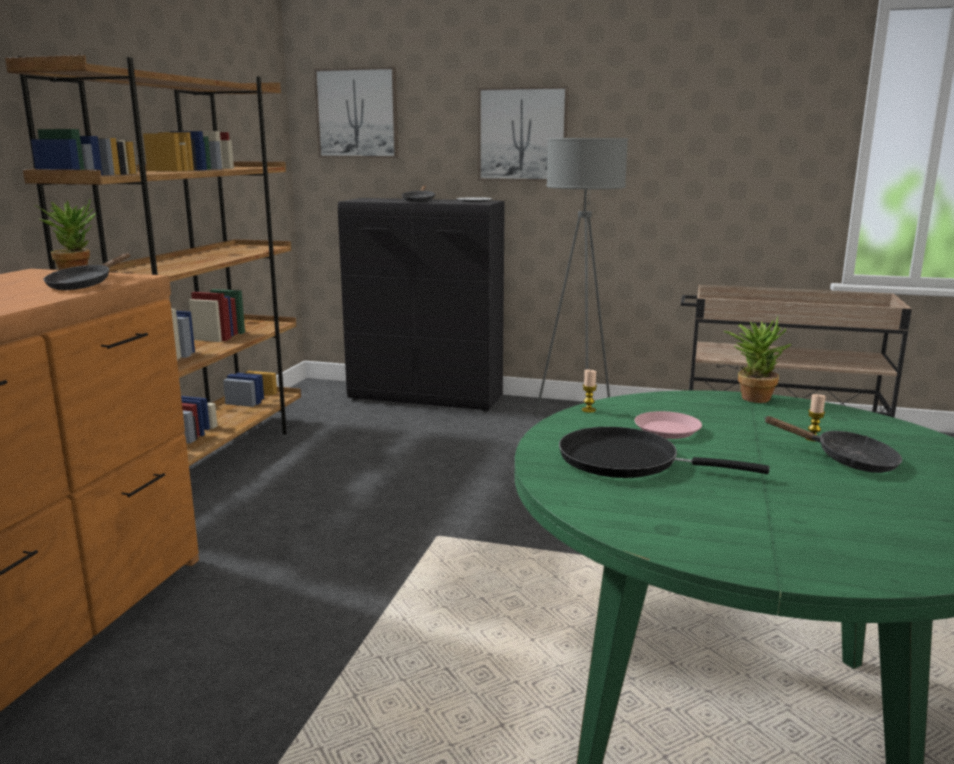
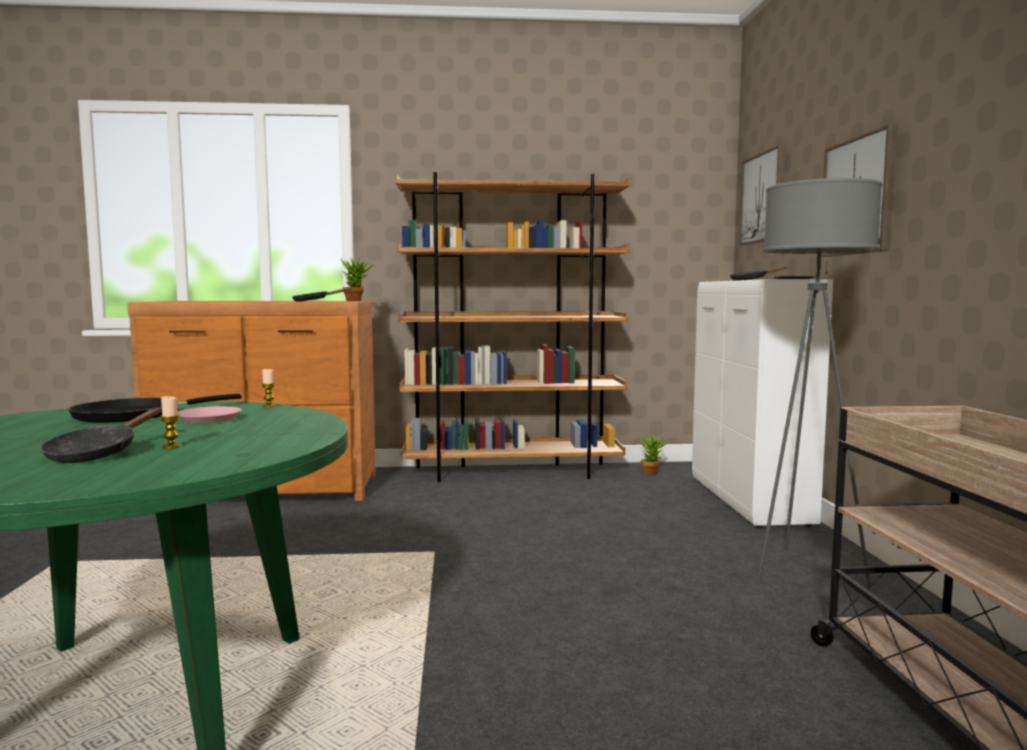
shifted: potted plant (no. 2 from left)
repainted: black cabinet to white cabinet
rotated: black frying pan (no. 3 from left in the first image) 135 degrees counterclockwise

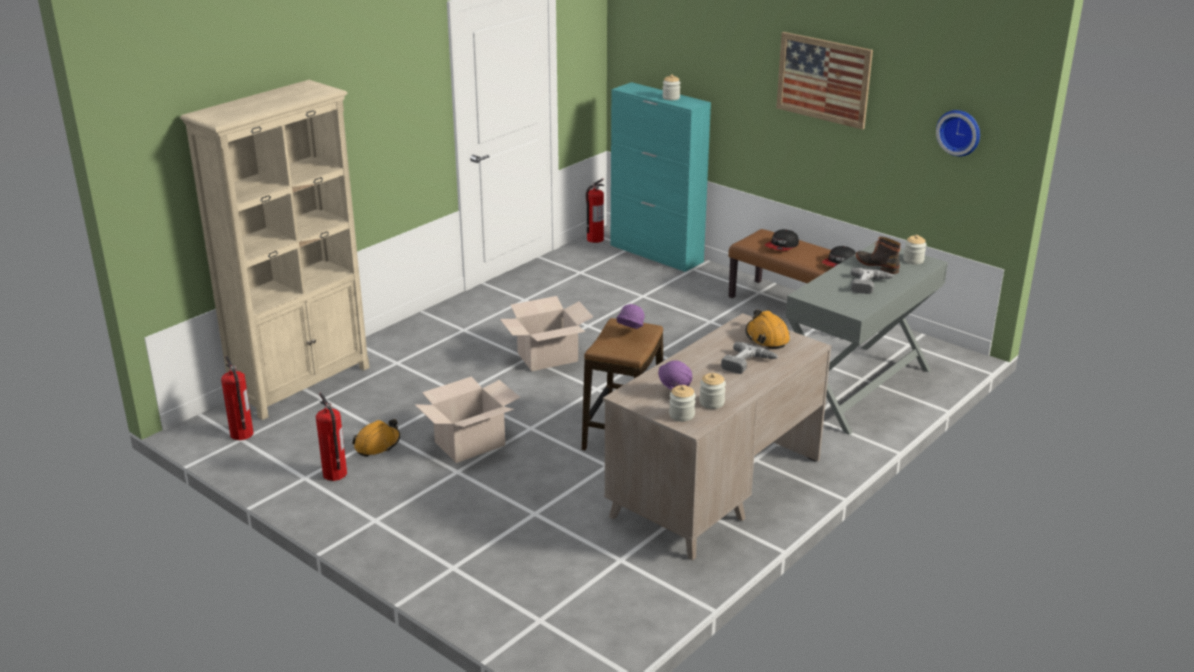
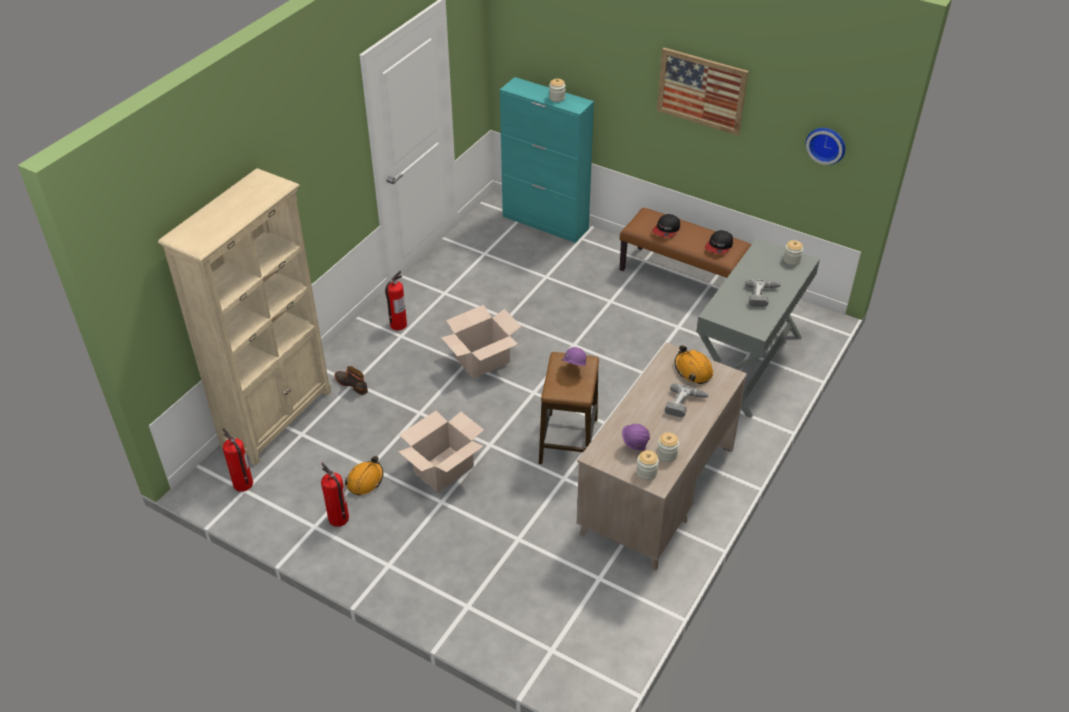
shifted: boot; fire extinguisher (no. 3 from left)

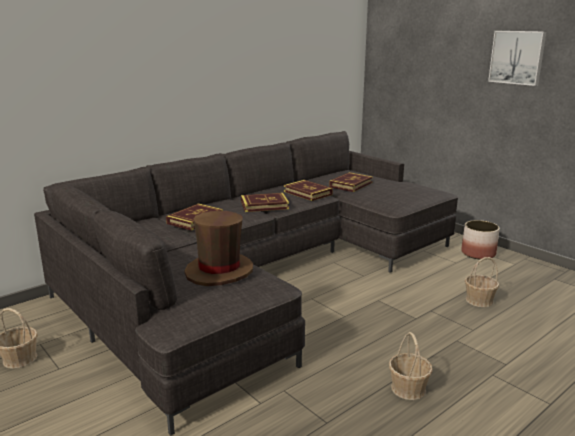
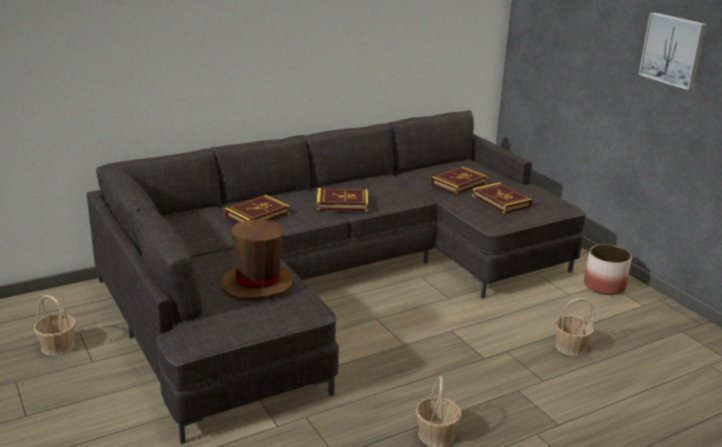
shifted: book (no. 3 from left in the first image) to book (no. 4 from left)

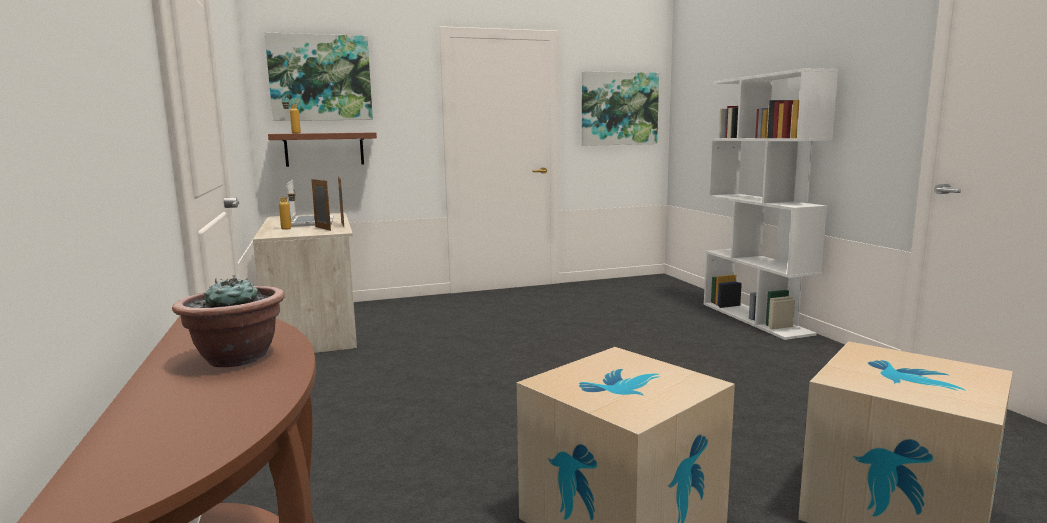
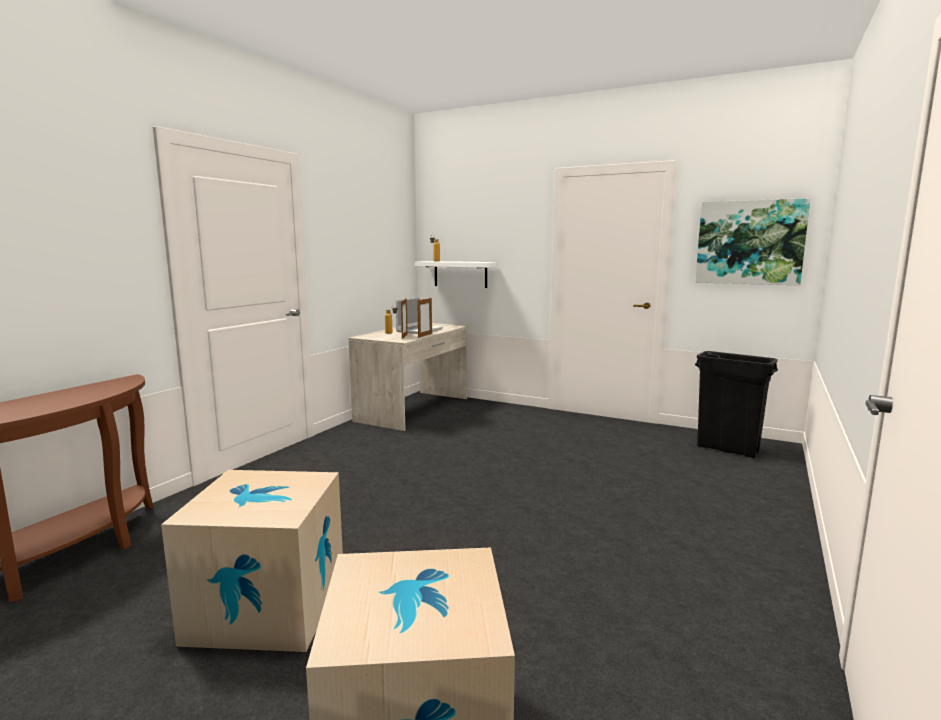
gone: potted plant; picture (no. 1 from left); white bookcase
new: black trash can
repainted: brown shelf to white shelf

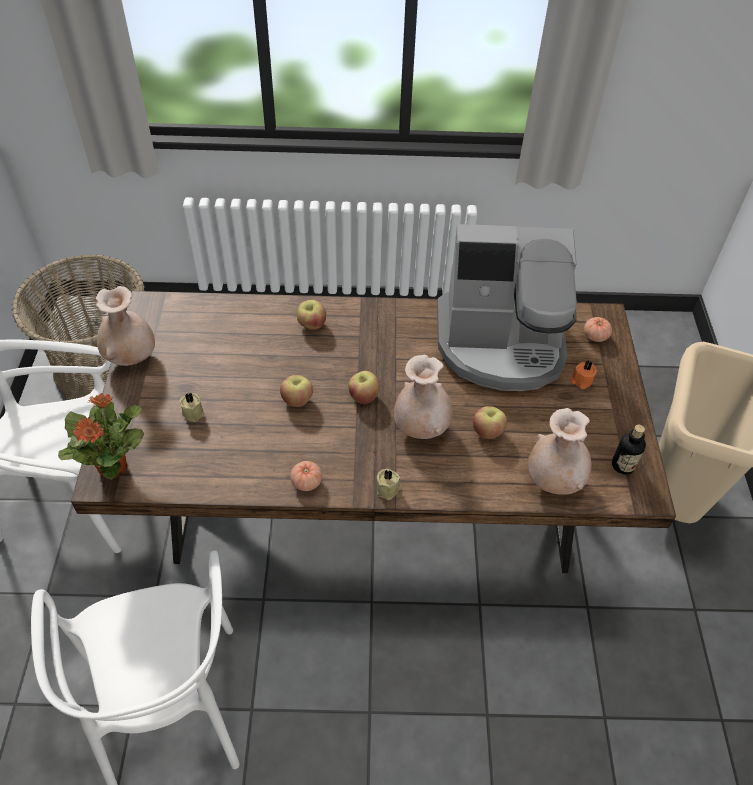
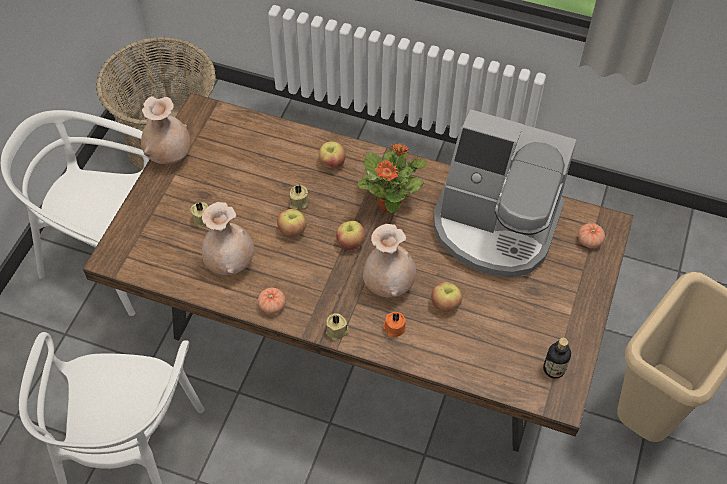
new: beige candle (no. 2 from left)
shifted: beige vase (no. 3 from left in the first image) to beige vase (no. 2 from left); potted plant; orange candle

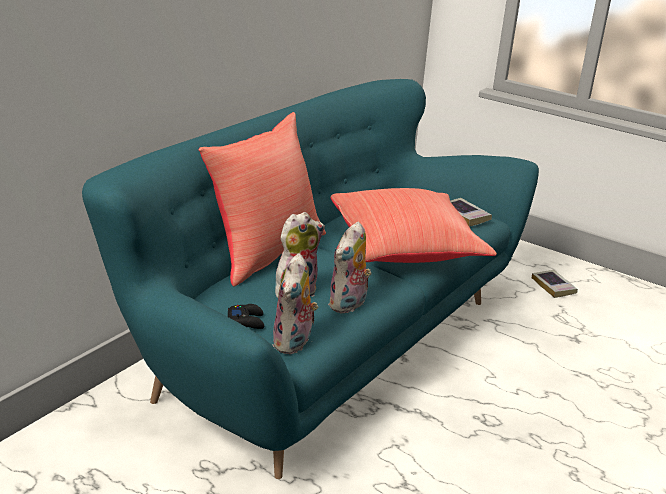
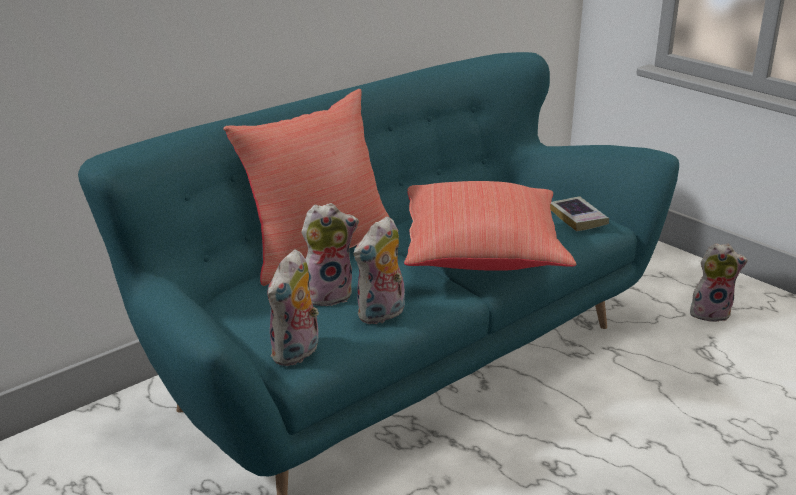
gone: black game controller
swapped: book (no. 2 from left) to plush toy (no. 4 from left)

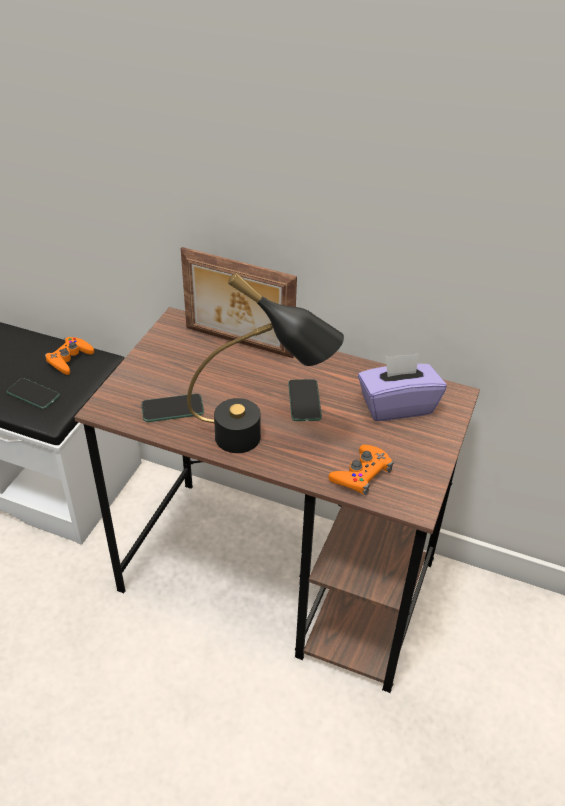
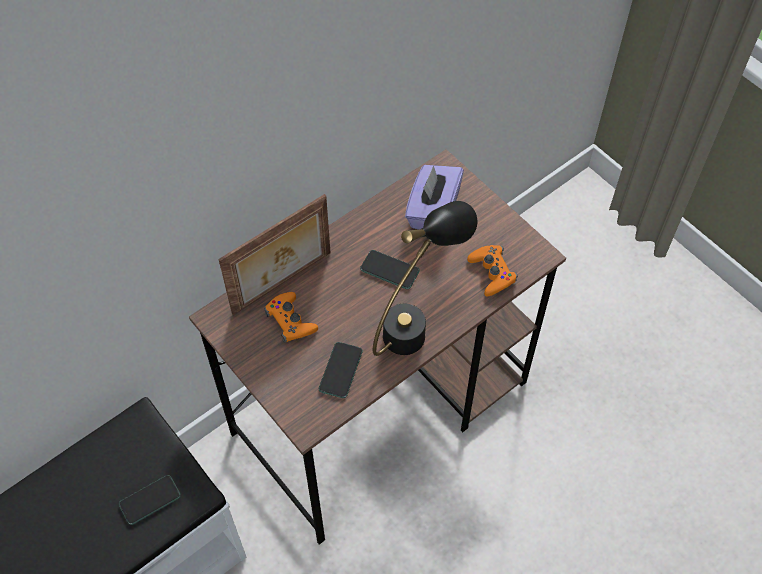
shifted: orange game controller (no. 1 from left)

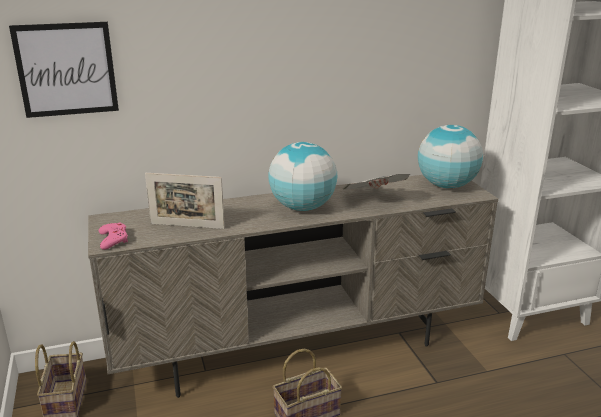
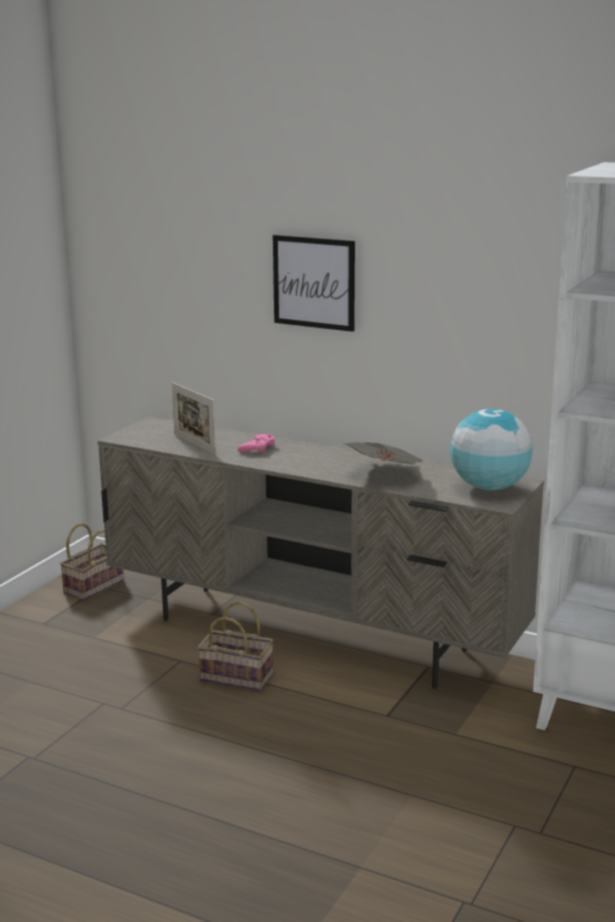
gone: globe (no. 1 from left)
shifted: pink game controller; picture

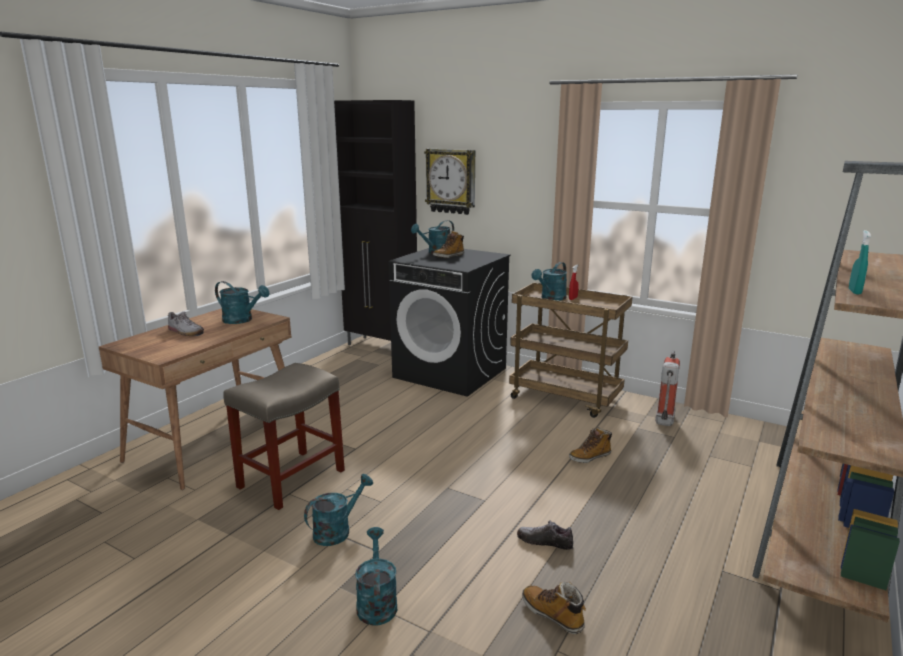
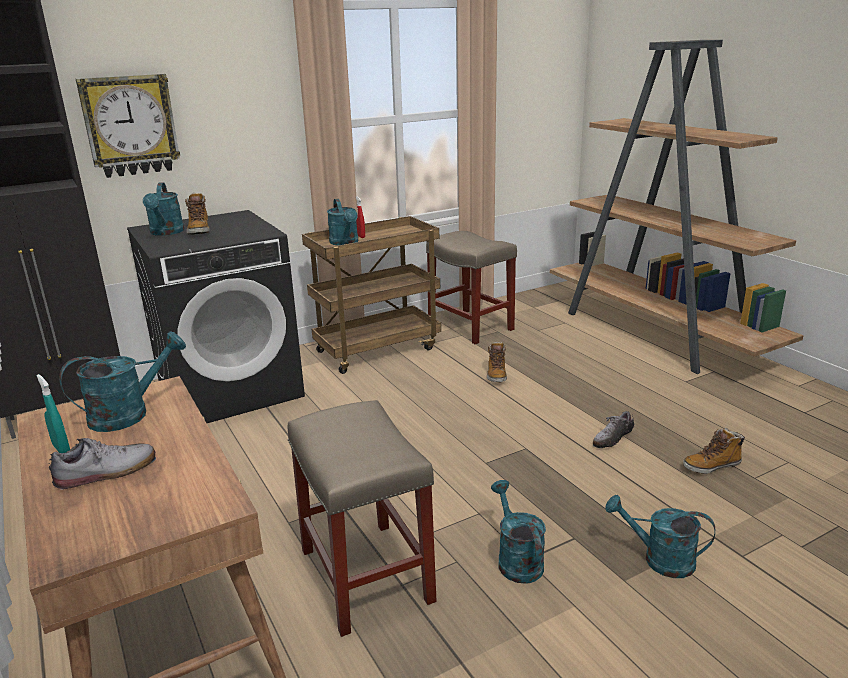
shifted: turquoise spray bottle
swapped: fire extinguisher to beige stool (no. 2 from left)

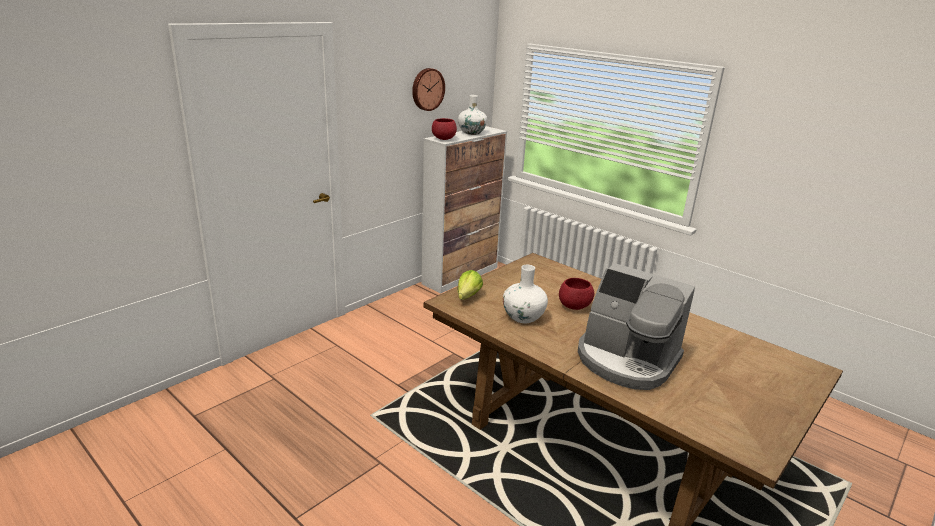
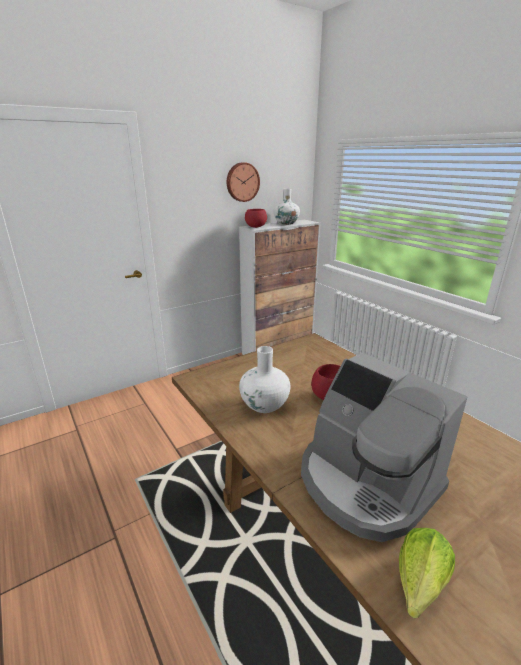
shifted: lettuce

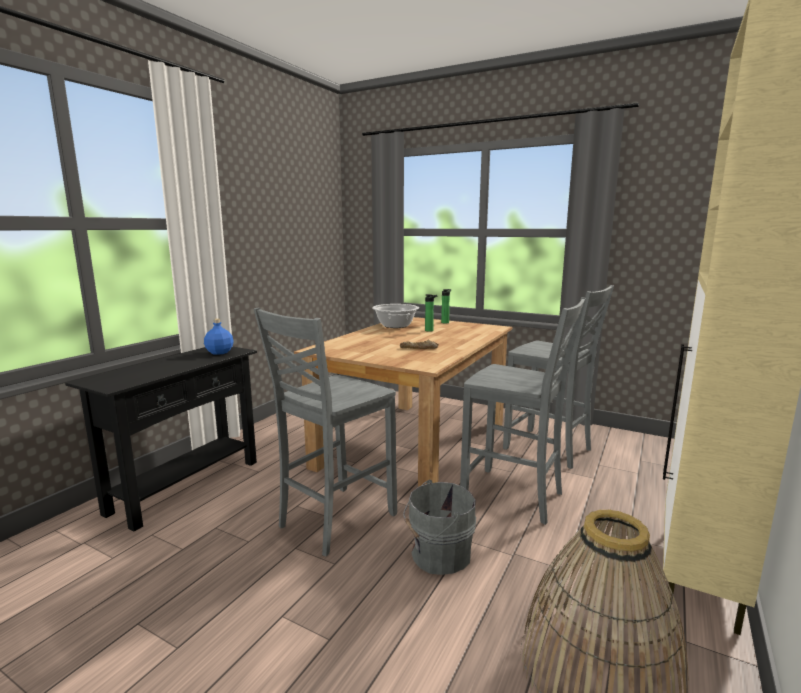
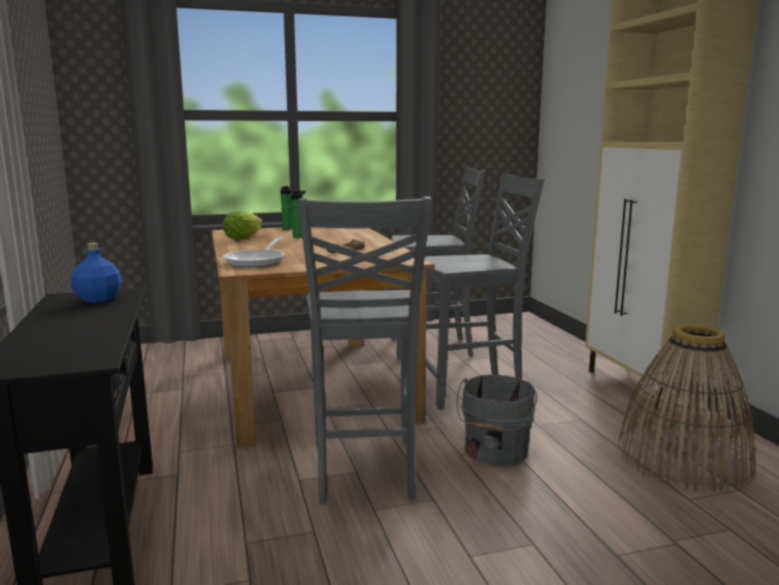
new: frying pan
swapped: cooking pot to lettuce

